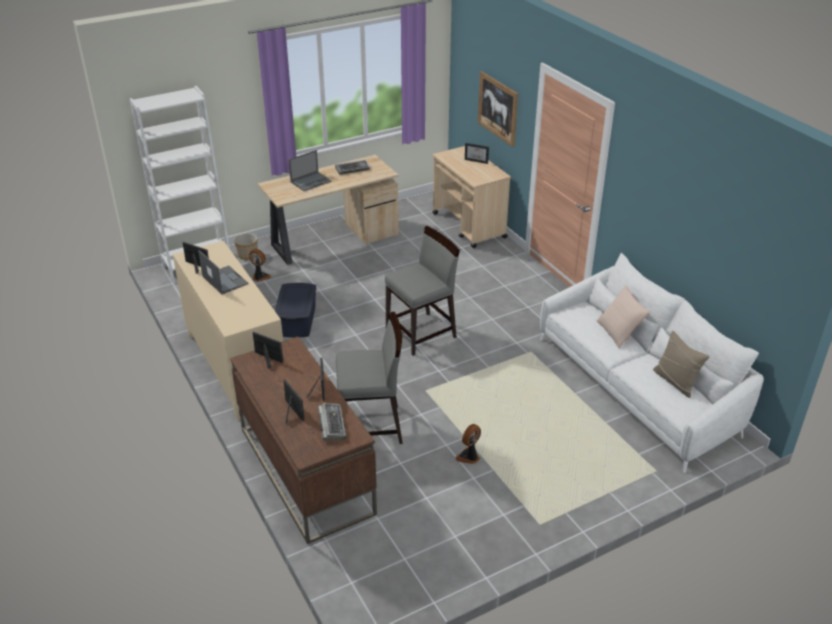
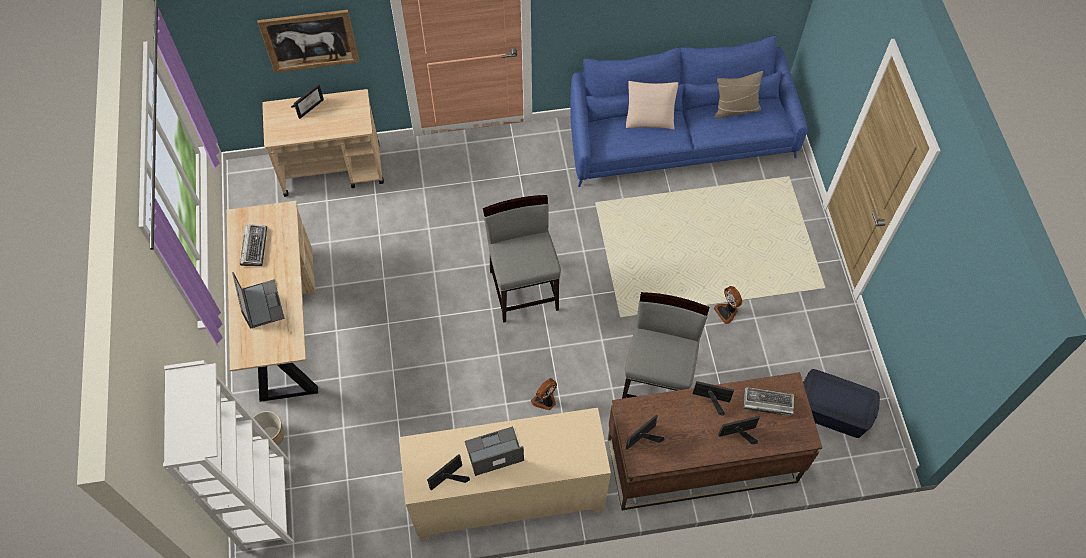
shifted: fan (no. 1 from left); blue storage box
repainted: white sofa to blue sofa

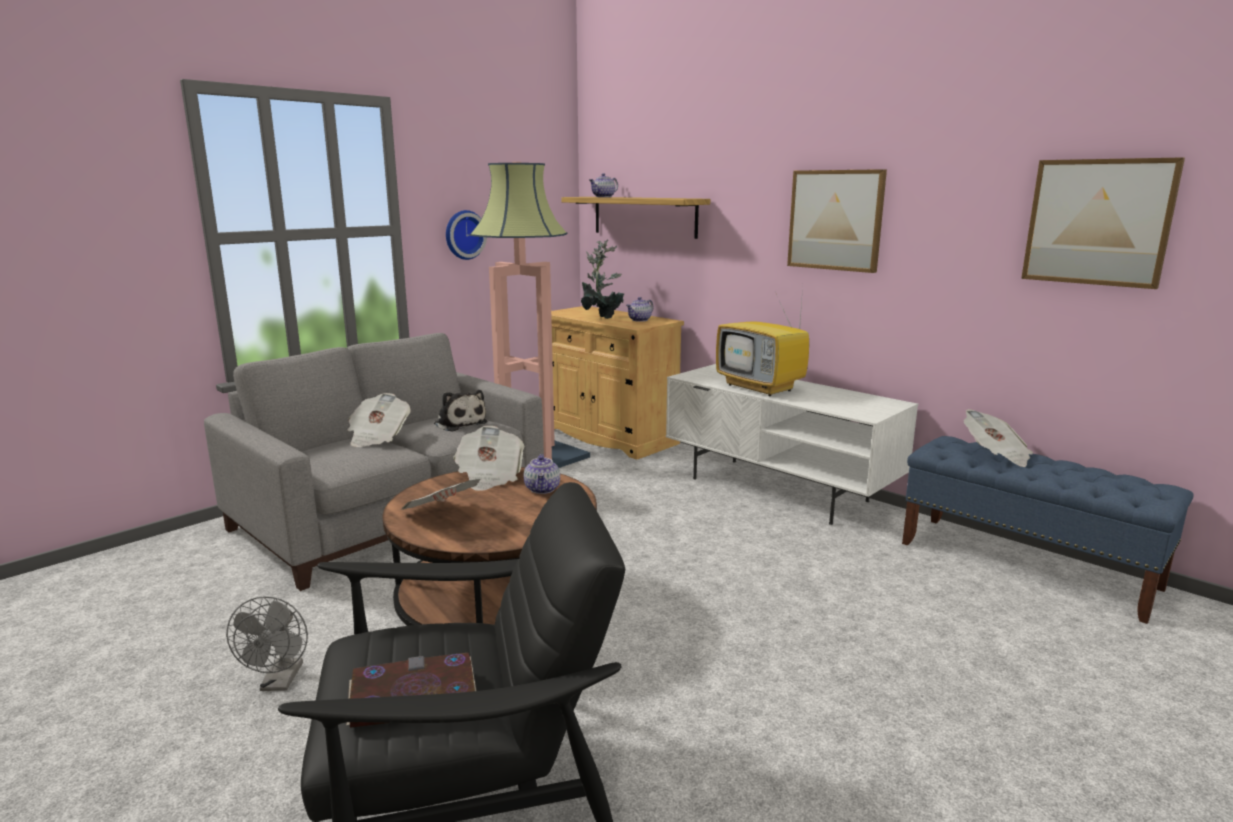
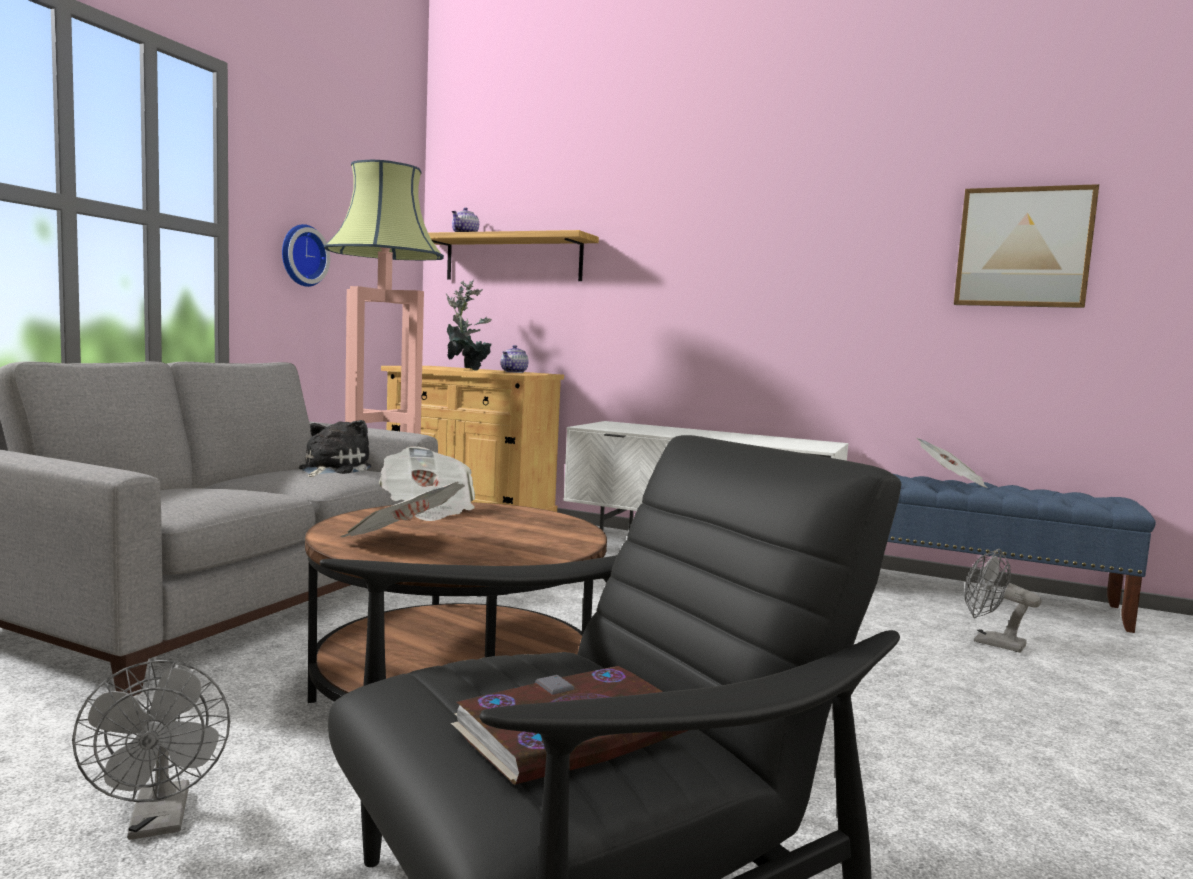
gone: newspaper (no. 1 from left); teapot (no. 1 from left); television; picture (no. 1 from left)
new: grey fan (no. 2 from left)
rotated: plush toy 105 degrees counterclockwise

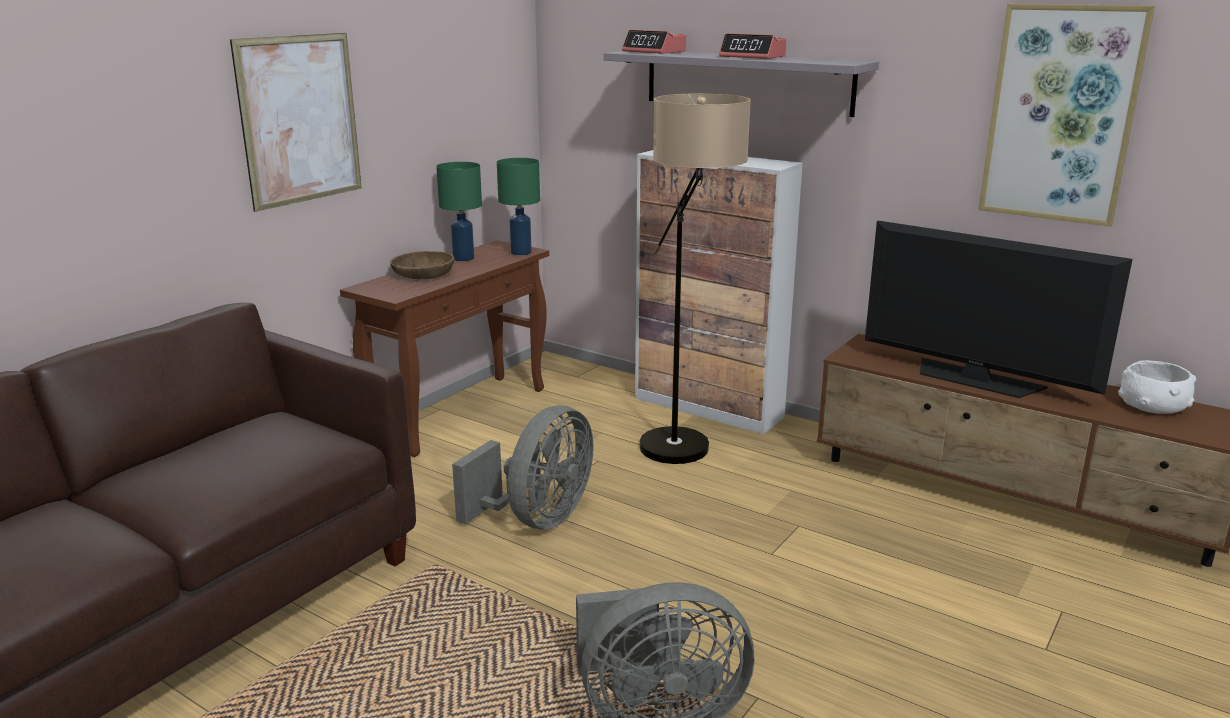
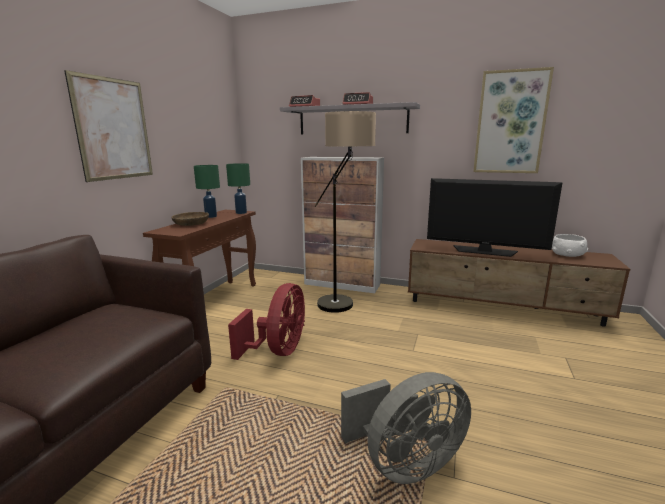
repainted: grey fan (no. 1 from left) to red fan

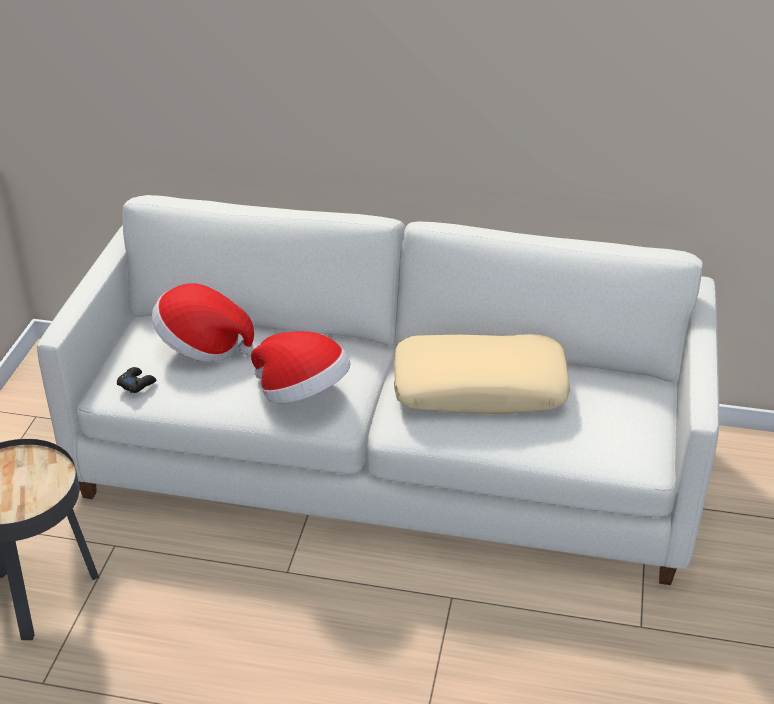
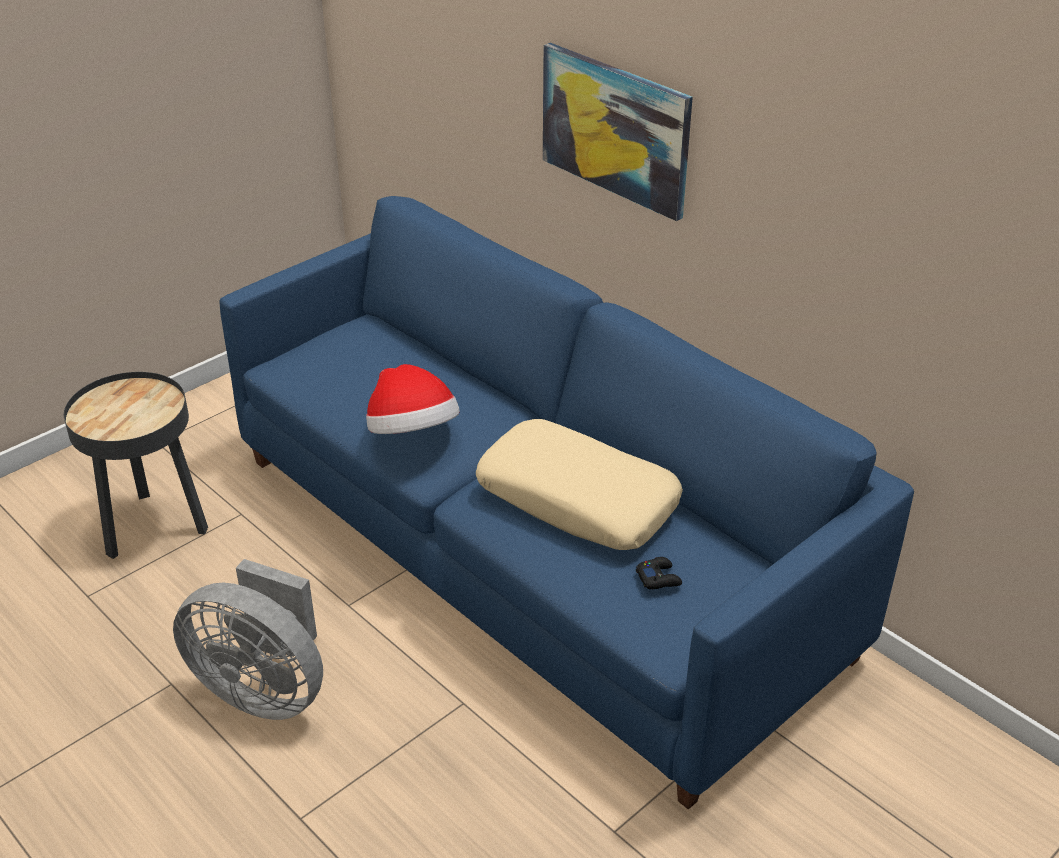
gone: hat (no. 1 from left)
new: grey fan; picture
shifted: black game controller
repainted: white sofa to blue sofa

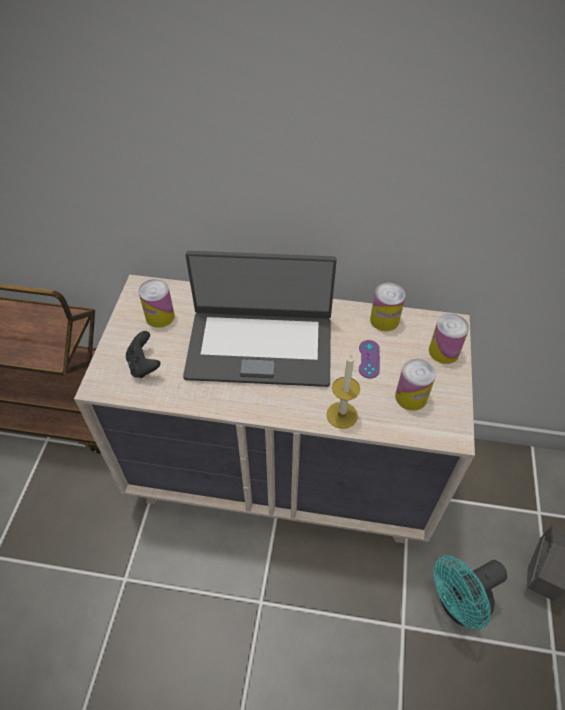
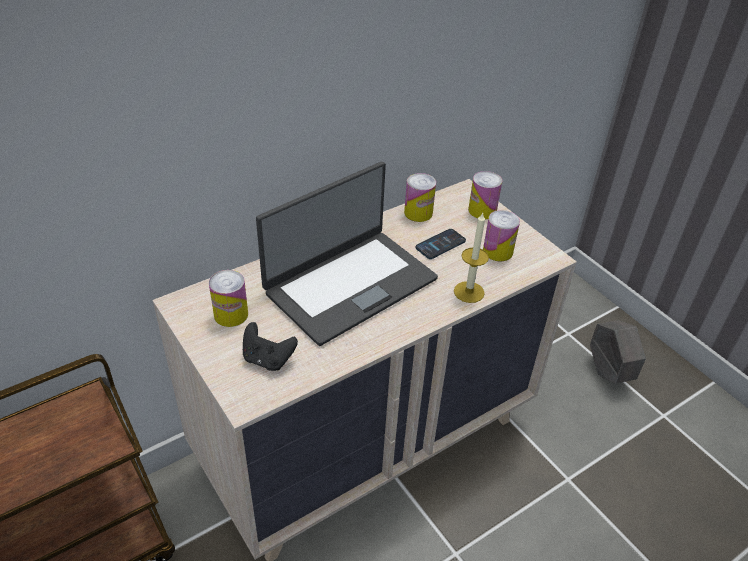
gone: turquoise fan
swapped: purple game controller to phone

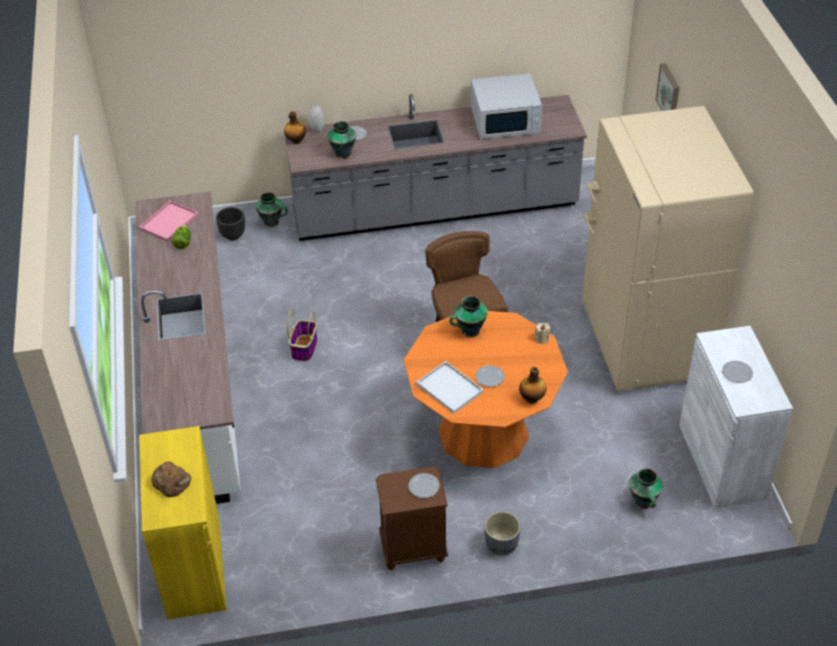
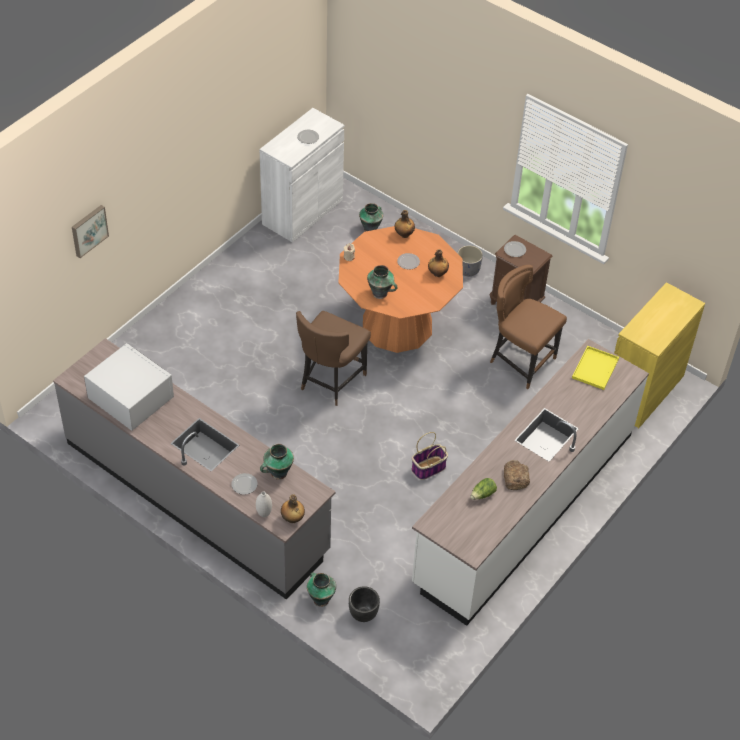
gone: pink tray; beige fridge
new: brown chair (no. 2 from left); yellow tray
shifted: bread
swapped: white tray to bottle (no. 3 from left)

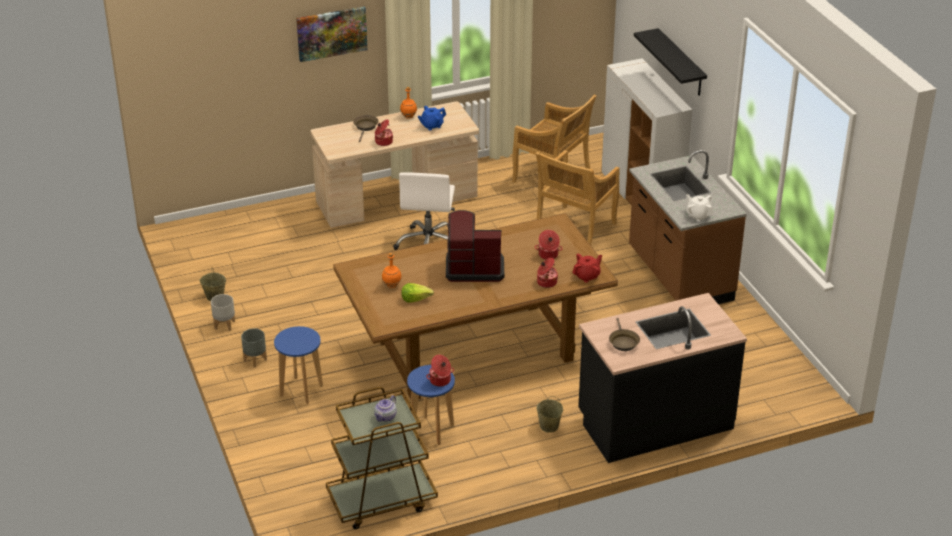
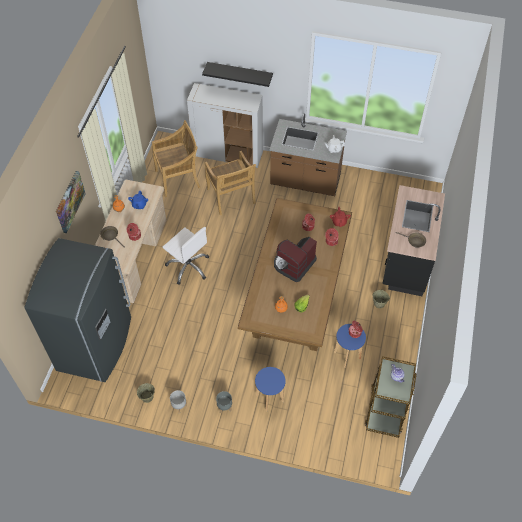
new: grey fridge

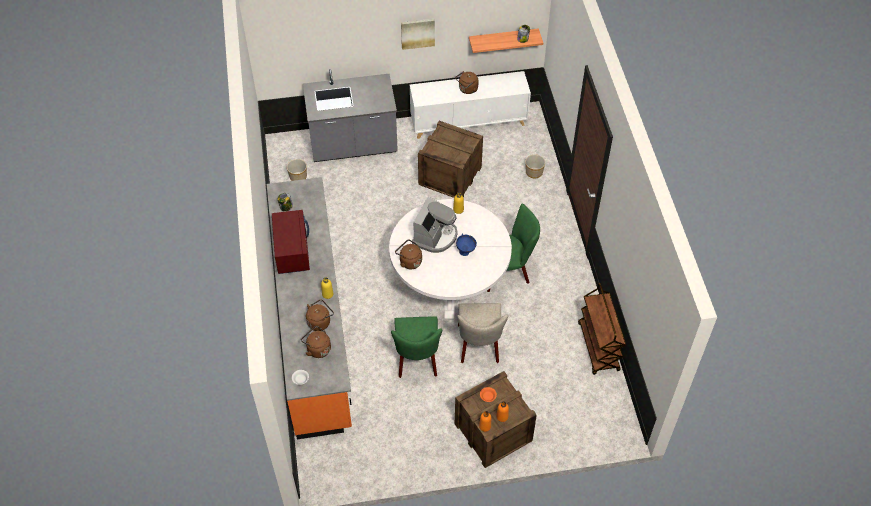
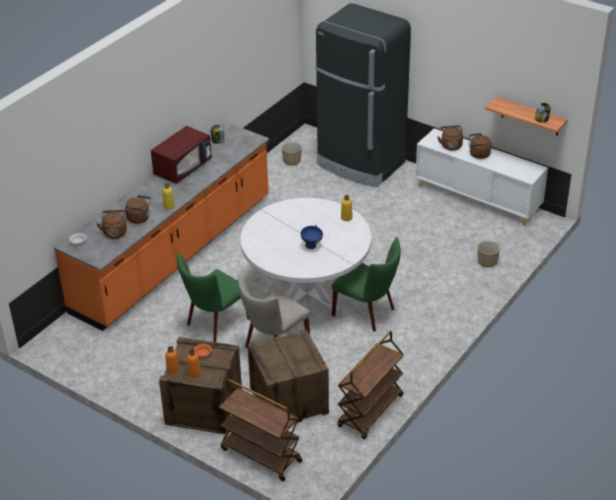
gone: picture; coffee machine
new: brown cart (no. 1 from left)
shifted: crate (no. 1 from left in the first image) to crate (no. 2 from left); brown kettle (no. 3 from left)
swapped: grey counter to black fridge

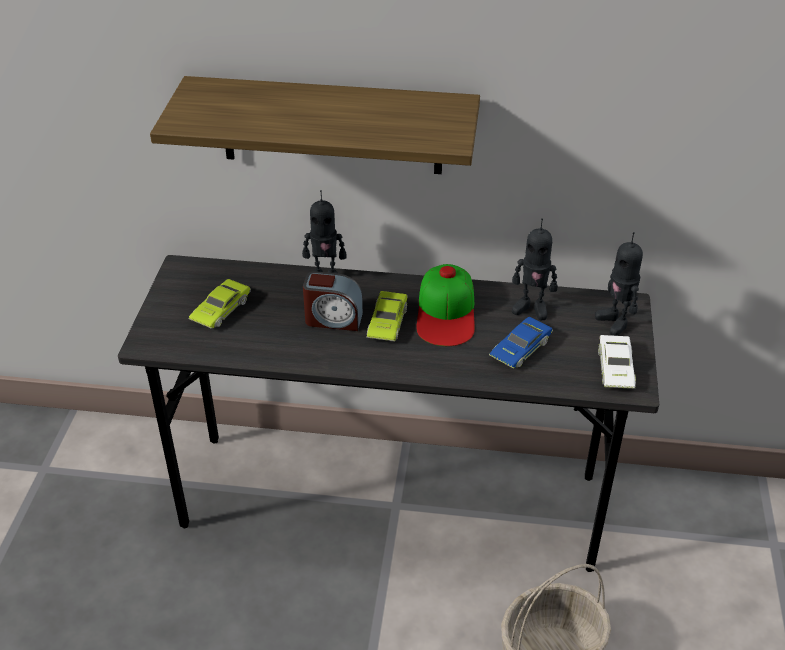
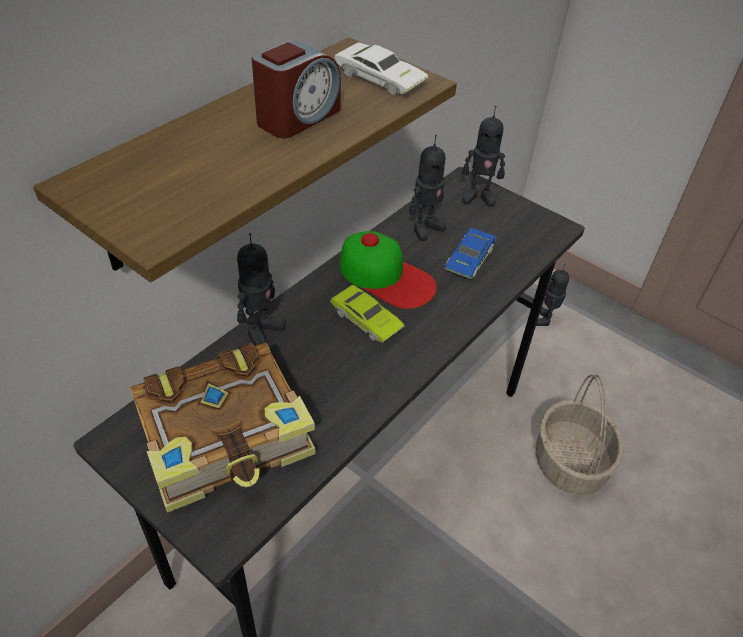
new: toy robot (no. 4 from left)
shifted: alarm clock; white toy car
swapped: green toy car (no. 1 from left) to book
rotated: blue toy car 45 degrees clockwise

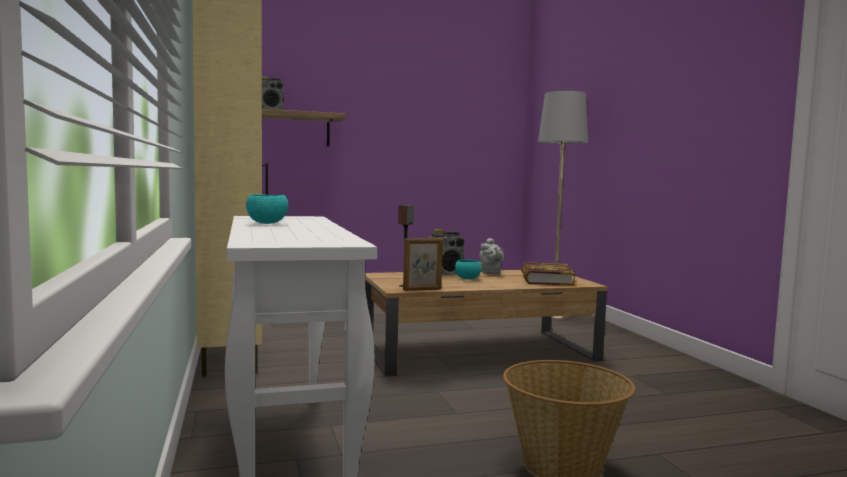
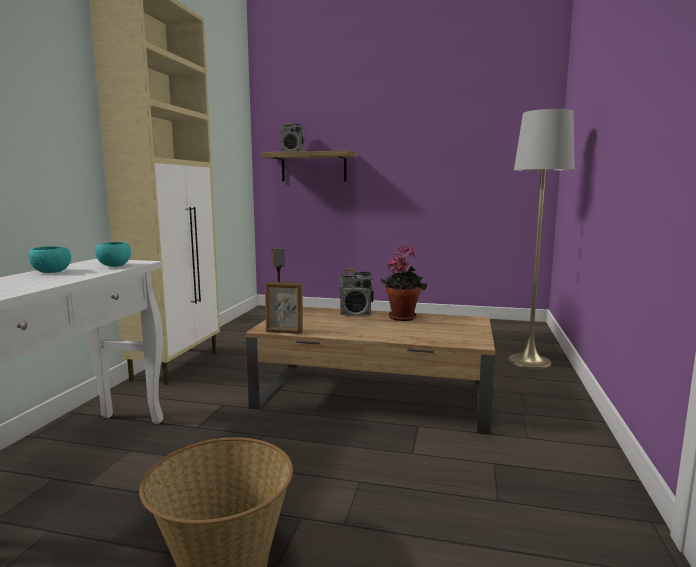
gone: book
shifted: turquoise bowl (no. 2 from left)
swapped: grey teapot to potted plant

